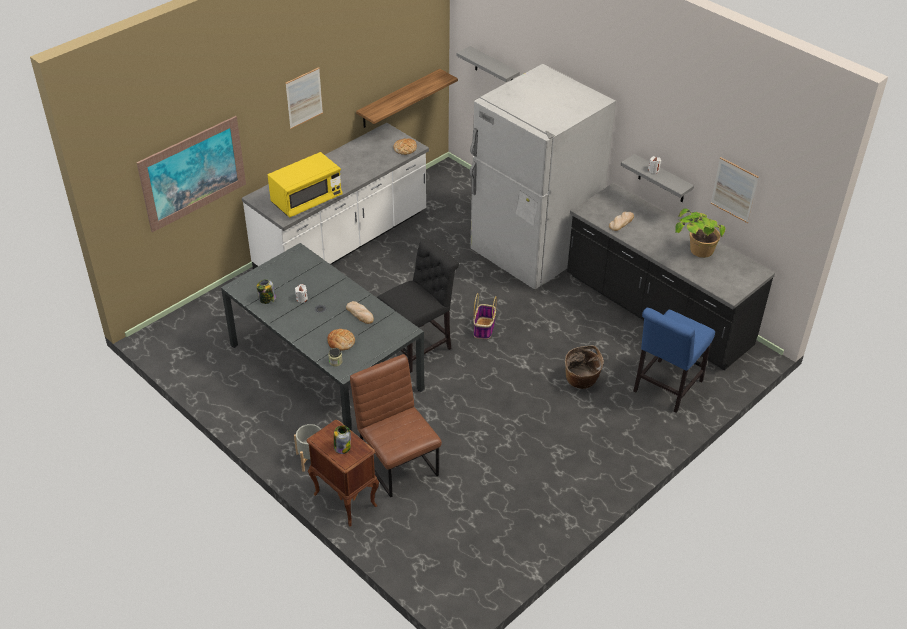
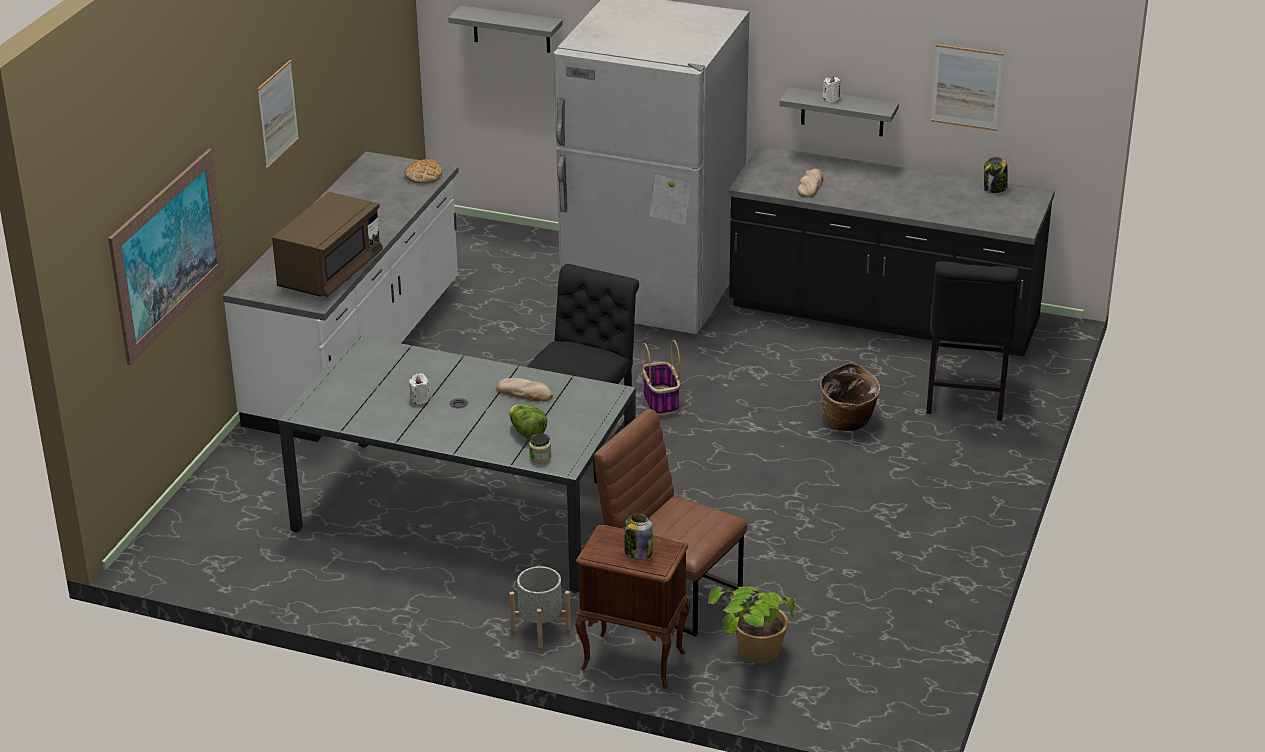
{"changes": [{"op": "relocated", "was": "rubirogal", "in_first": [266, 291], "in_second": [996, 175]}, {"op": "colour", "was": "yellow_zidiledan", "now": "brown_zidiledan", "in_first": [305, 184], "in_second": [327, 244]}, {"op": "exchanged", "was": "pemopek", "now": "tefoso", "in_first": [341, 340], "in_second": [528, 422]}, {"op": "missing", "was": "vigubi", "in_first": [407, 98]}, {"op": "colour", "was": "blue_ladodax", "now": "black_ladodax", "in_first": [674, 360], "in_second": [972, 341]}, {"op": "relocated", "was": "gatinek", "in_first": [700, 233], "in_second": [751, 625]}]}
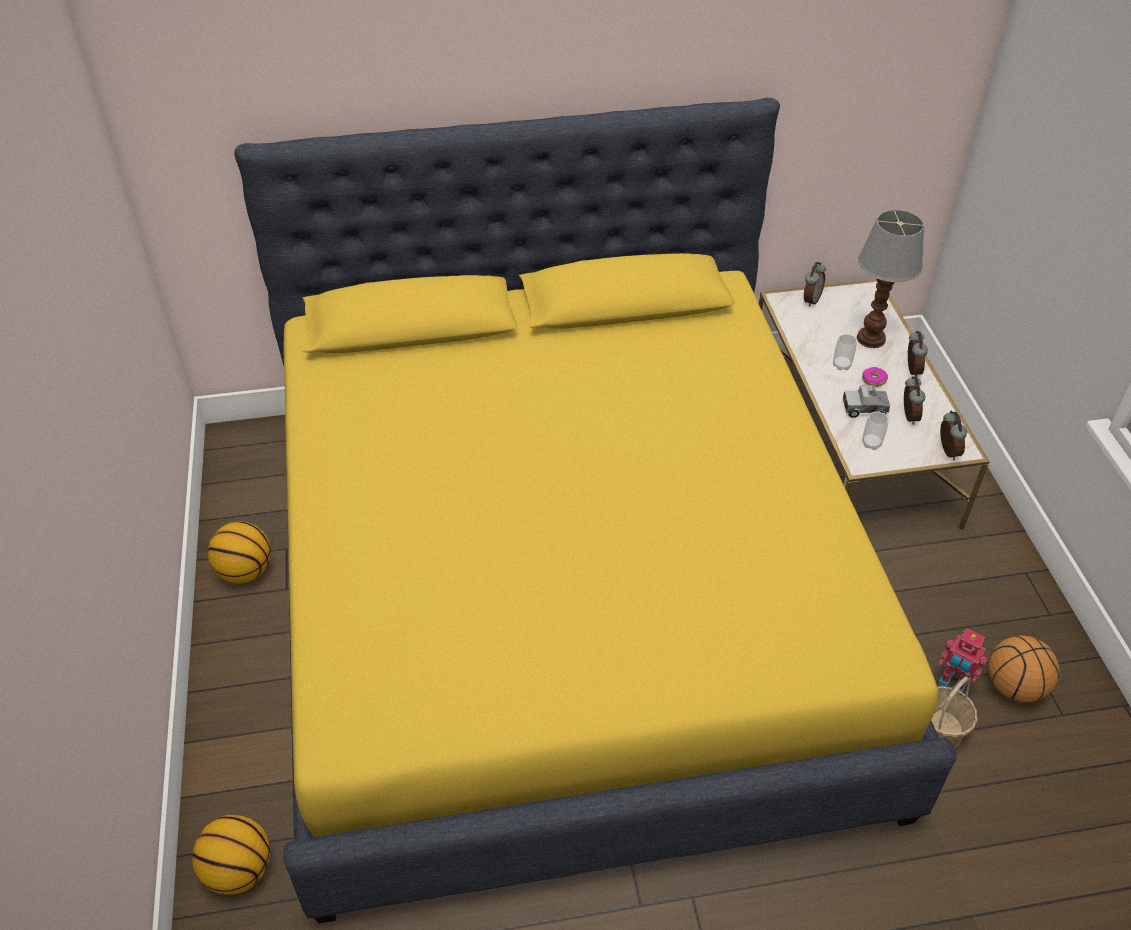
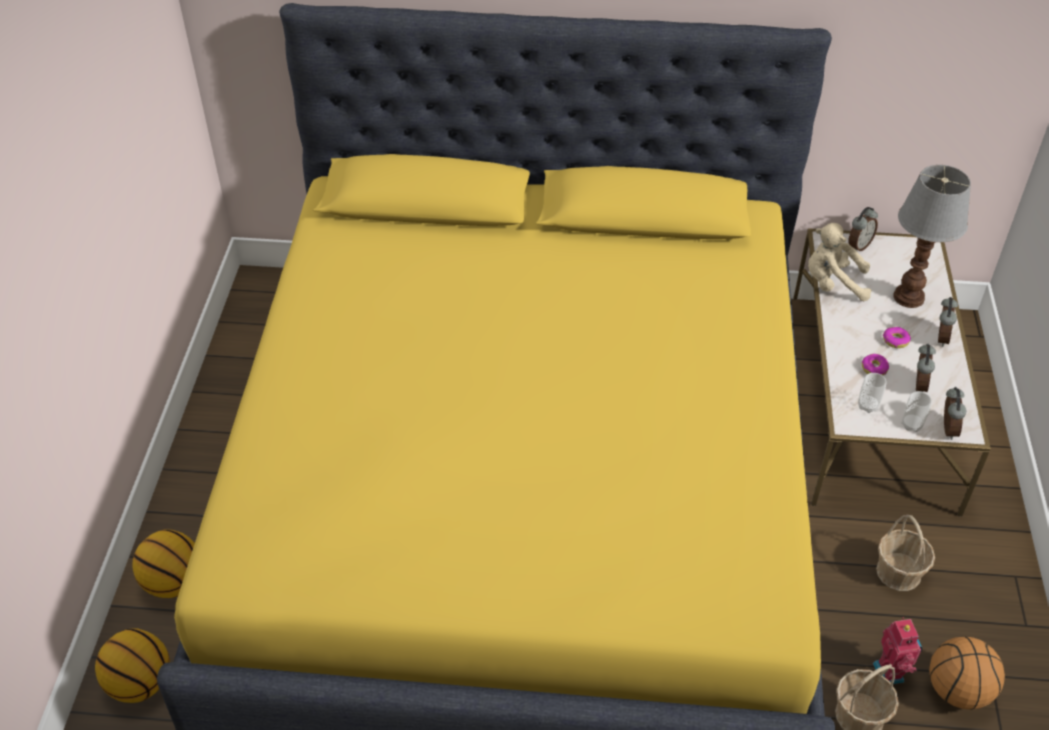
{"changes": [{"op": "relocated", "was": "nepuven", "in_first": [239, 552], "in_second": [163, 564]}, {"op": "relocated", "was": "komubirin", "in_first": [845, 352], "in_second": [917, 411]}, {"op": "exchanged", "was": "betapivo", "now": "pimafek", "in_first": [866, 401], "in_second": [875, 364]}, {"op": "spun", "was": "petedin", "in_first": [962, 660], "in_second": [897, 650], "clockwise": -150}, {"op": "appeared", "now": "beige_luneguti", "in_second": [840, 262]}, {"op": "appeared", "now": "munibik", "in_second": [905, 553]}]}
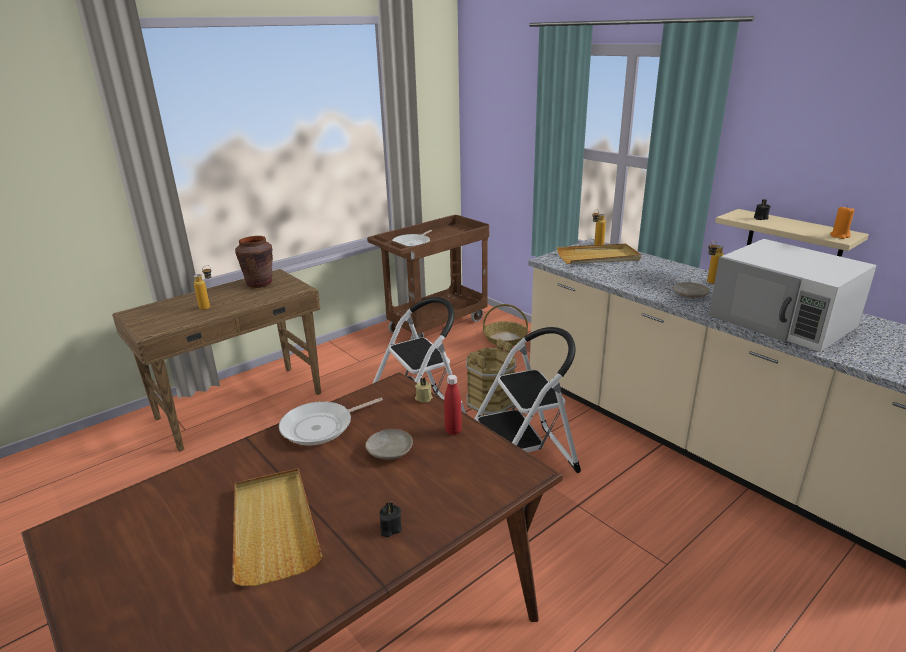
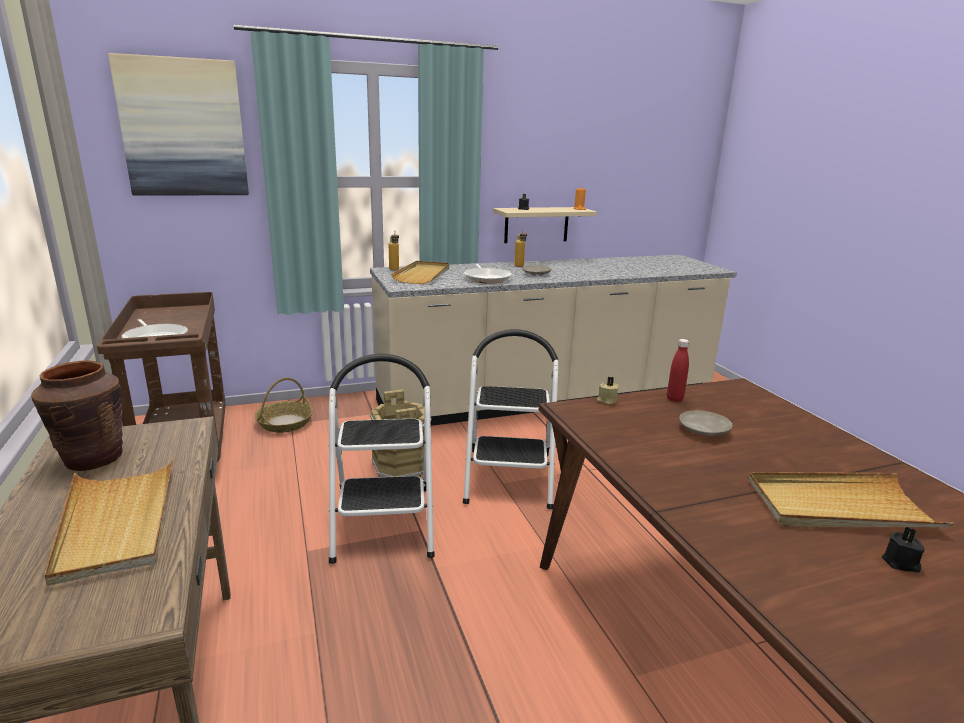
{"changes": [{"op": "exchanged", "was": "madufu", "now": "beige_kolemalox", "in_first": [202, 287], "in_second": [108, 522]}, {"op": "relocated", "was": "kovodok", "in_first": [331, 421], "in_second": [488, 273]}, {"op": "relocated", "was": "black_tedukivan", "in_first": [391, 519], "in_second": [903, 550]}, {"op": "missing", "was": "white_zidiledan", "in_first": [793, 295]}, {"op": "appeared", "now": "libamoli", "in_second": [178, 124]}]}
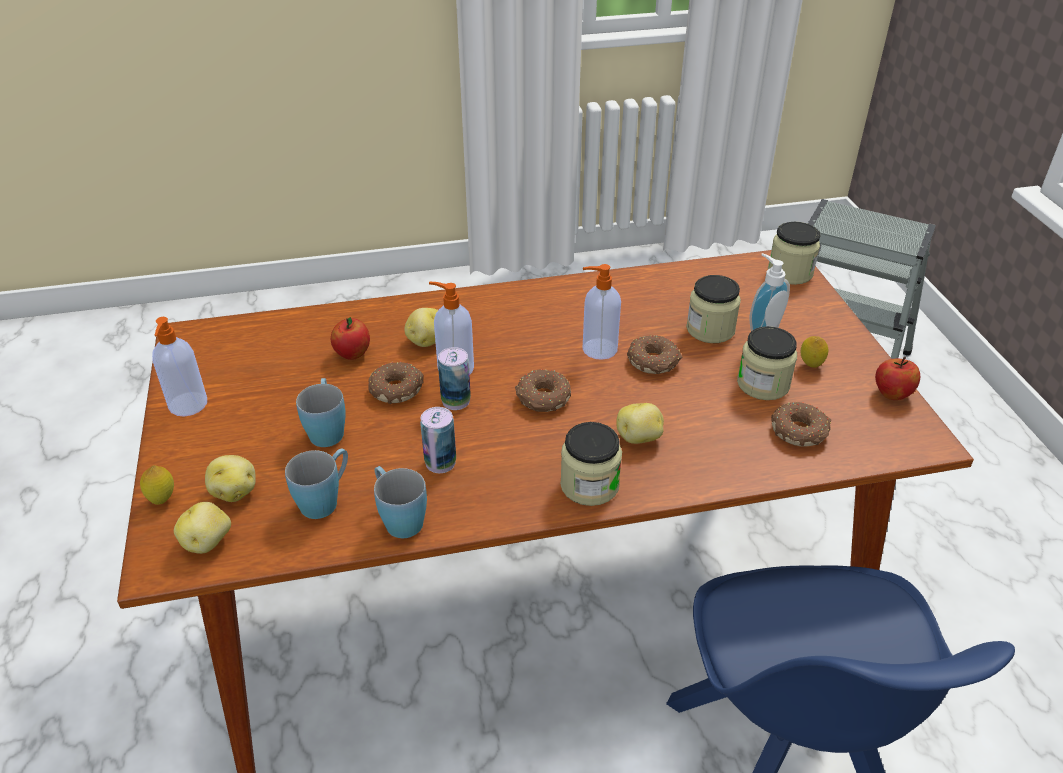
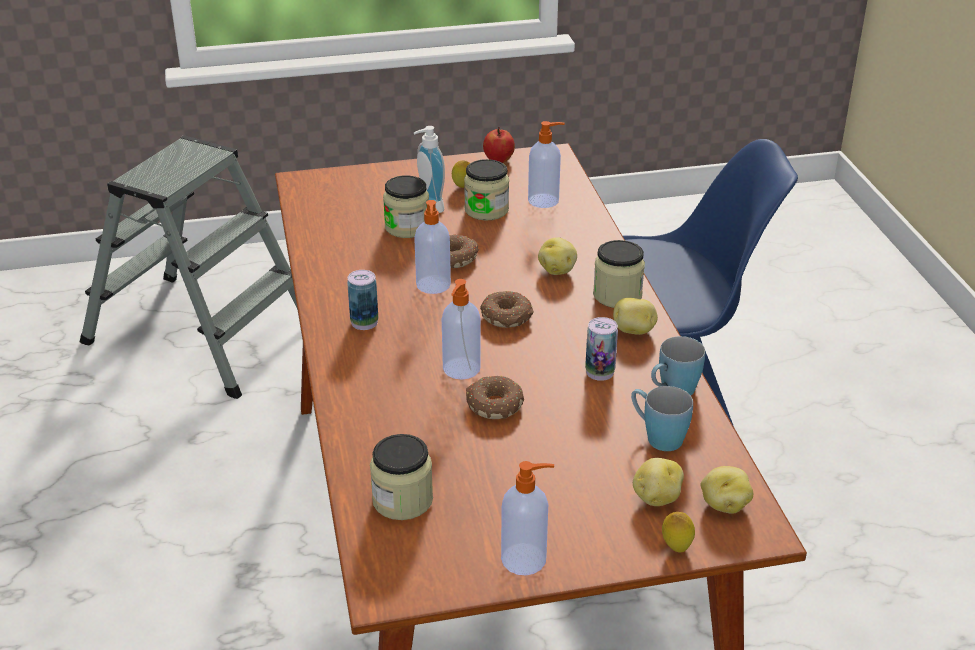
{"changes": [{"op": "missing", "was": "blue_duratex", "in_first": [321, 412]}, {"op": "missing", "was": "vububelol", "in_first": [350, 338]}, {"op": "relocated", "was": "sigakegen", "in_first": [421, 327], "in_second": [635, 316]}, {"op": "relocated", "was": "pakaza", "in_first": [454, 378], "in_second": [362, 300]}, {"op": "relocated", "was": "rubirogal", "in_first": [794, 253], "in_second": [401, 477]}, {"op": "exchanged", "was": "pimafek", "now": "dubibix", "in_first": [801, 424], "in_second": [546, 164]}]}
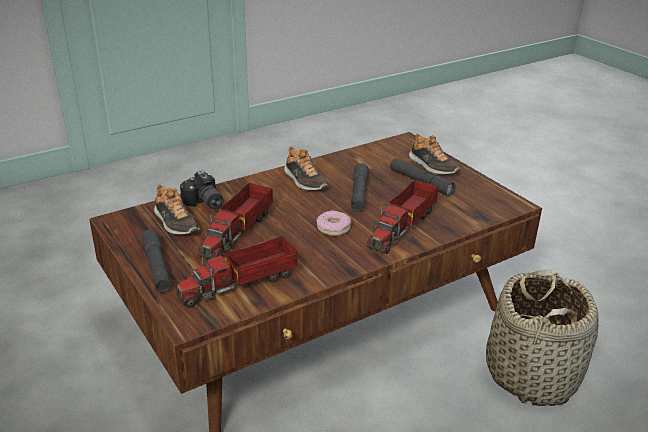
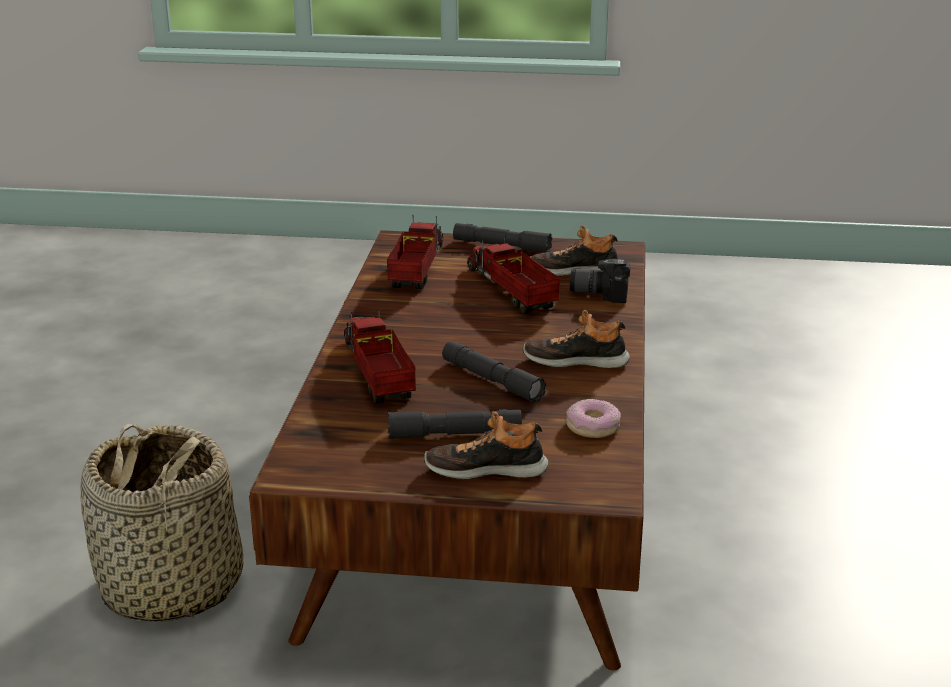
{"changes": [{"op": "relocated", "was": "pimafek", "in_first": [334, 223], "in_second": [593, 418]}]}
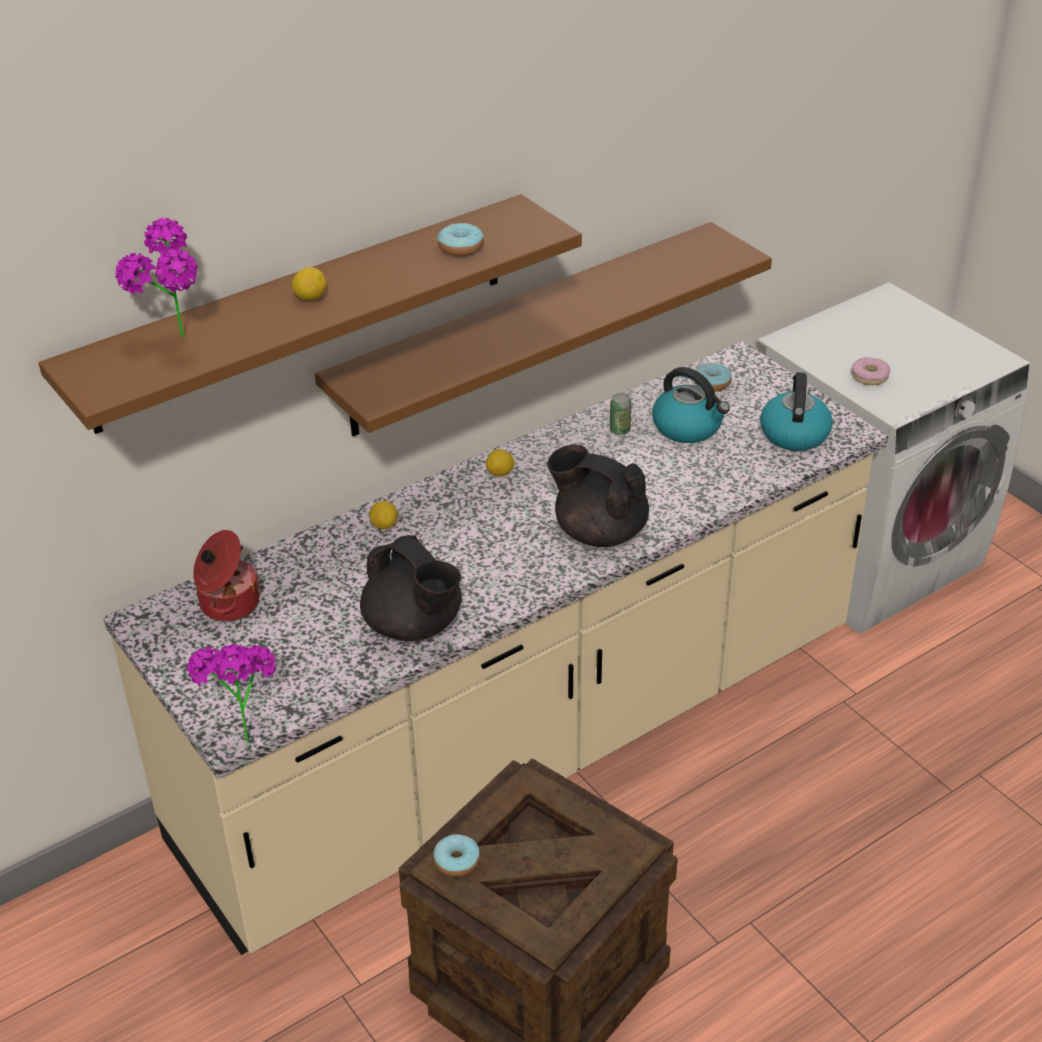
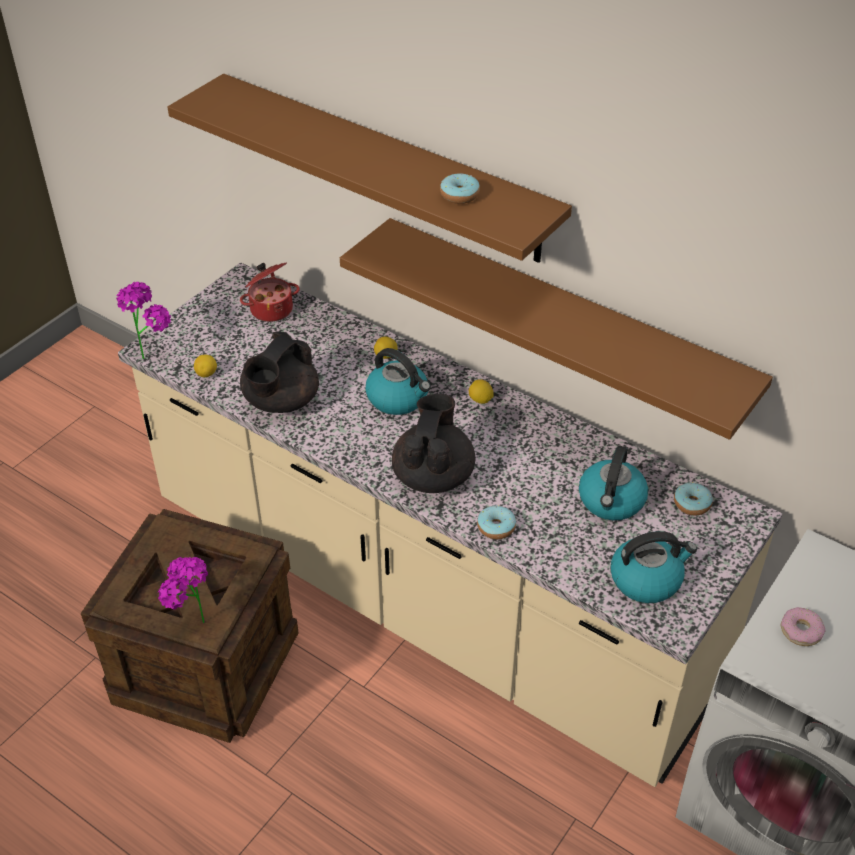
{"changes": [{"op": "relocated", "was": "gatinek", "in_first": [156, 277], "in_second": [183, 590]}, {"op": "relocated", "was": "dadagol", "in_first": [309, 283], "in_second": [205, 366]}, {"op": "relocated", "was": "pimafek", "in_first": [456, 855], "in_second": [496, 522]}, {"op": "missing", "was": "pakaza", "in_first": [621, 414]}, {"op": "appeared", "now": "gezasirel", "in_second": [398, 381]}]}
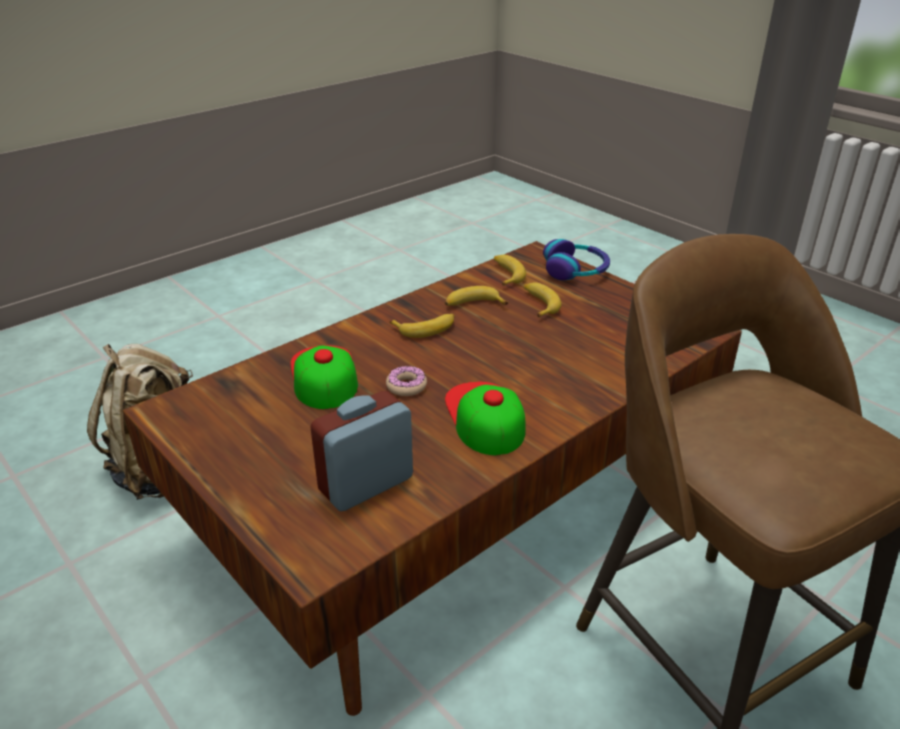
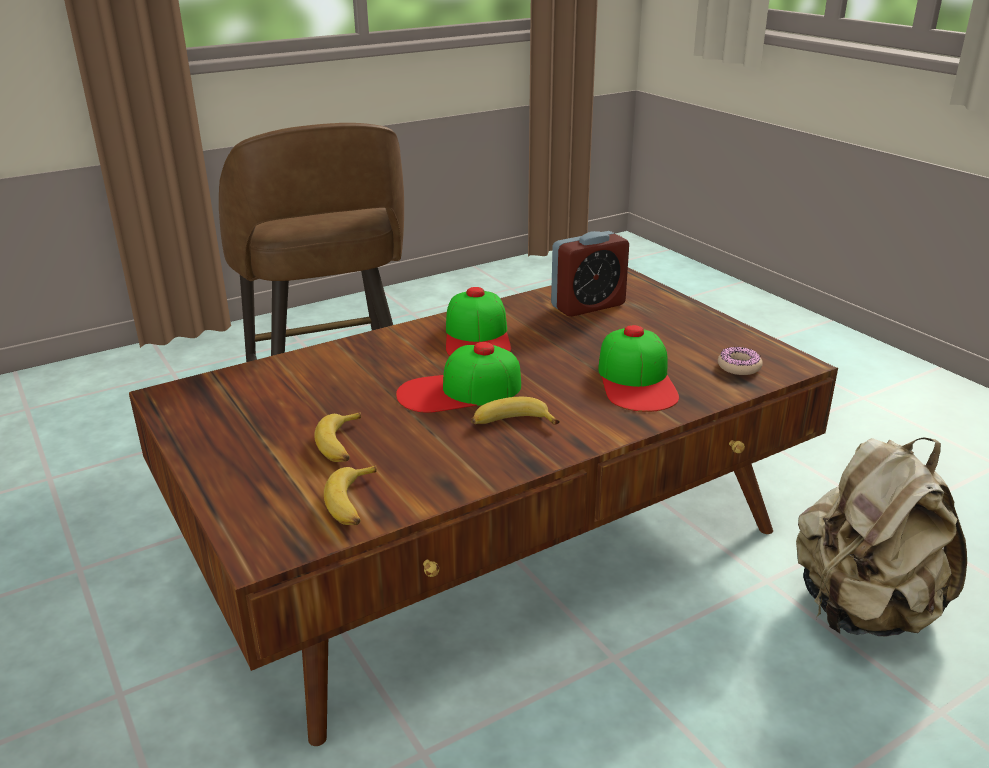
{"changes": [{"op": "relocated", "was": "pimafek", "in_first": [406, 381], "in_second": [740, 361]}, {"op": "missing", "was": "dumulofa", "in_first": [476, 296]}, {"op": "missing", "was": "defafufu", "in_first": [576, 259]}, {"op": "appeared", "now": "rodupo", "in_second": [458, 377]}]}
